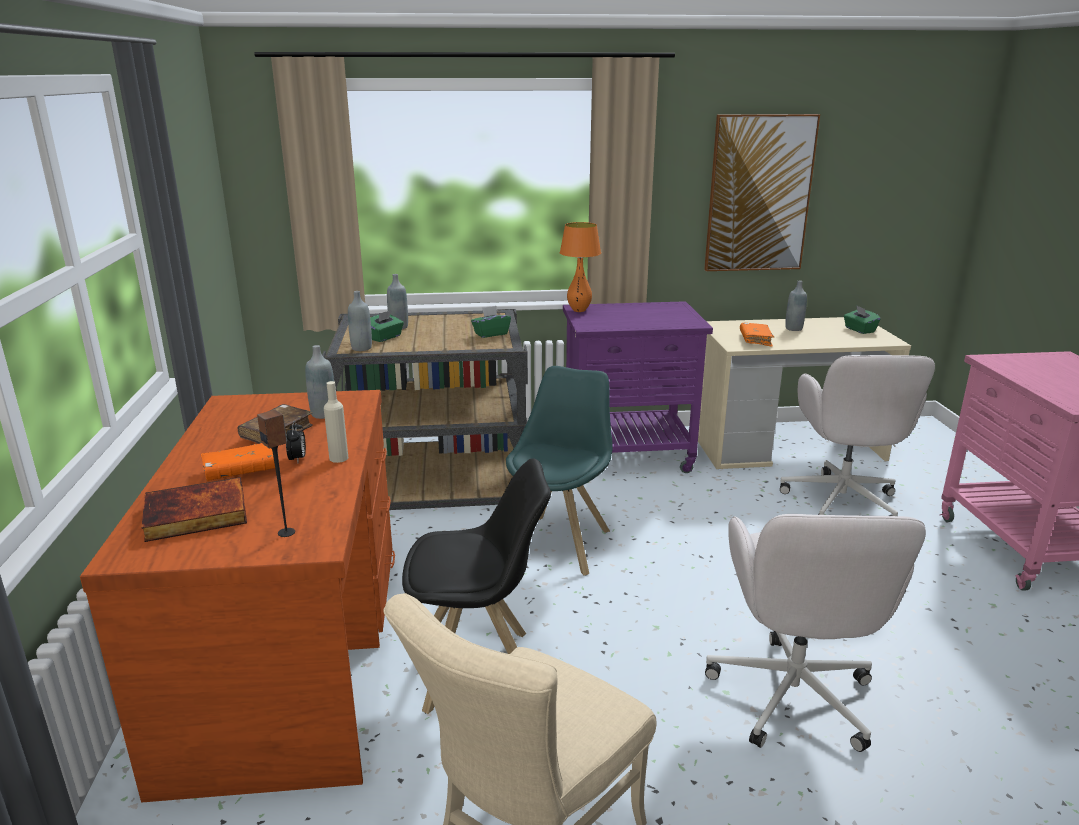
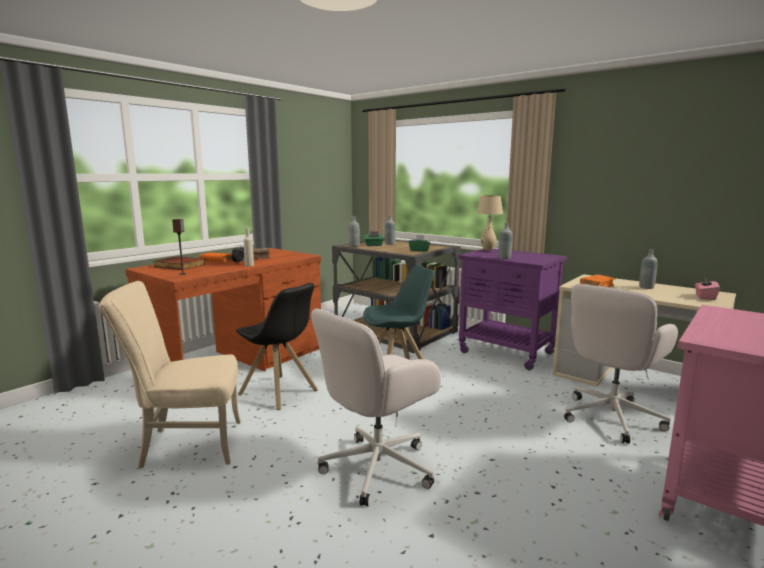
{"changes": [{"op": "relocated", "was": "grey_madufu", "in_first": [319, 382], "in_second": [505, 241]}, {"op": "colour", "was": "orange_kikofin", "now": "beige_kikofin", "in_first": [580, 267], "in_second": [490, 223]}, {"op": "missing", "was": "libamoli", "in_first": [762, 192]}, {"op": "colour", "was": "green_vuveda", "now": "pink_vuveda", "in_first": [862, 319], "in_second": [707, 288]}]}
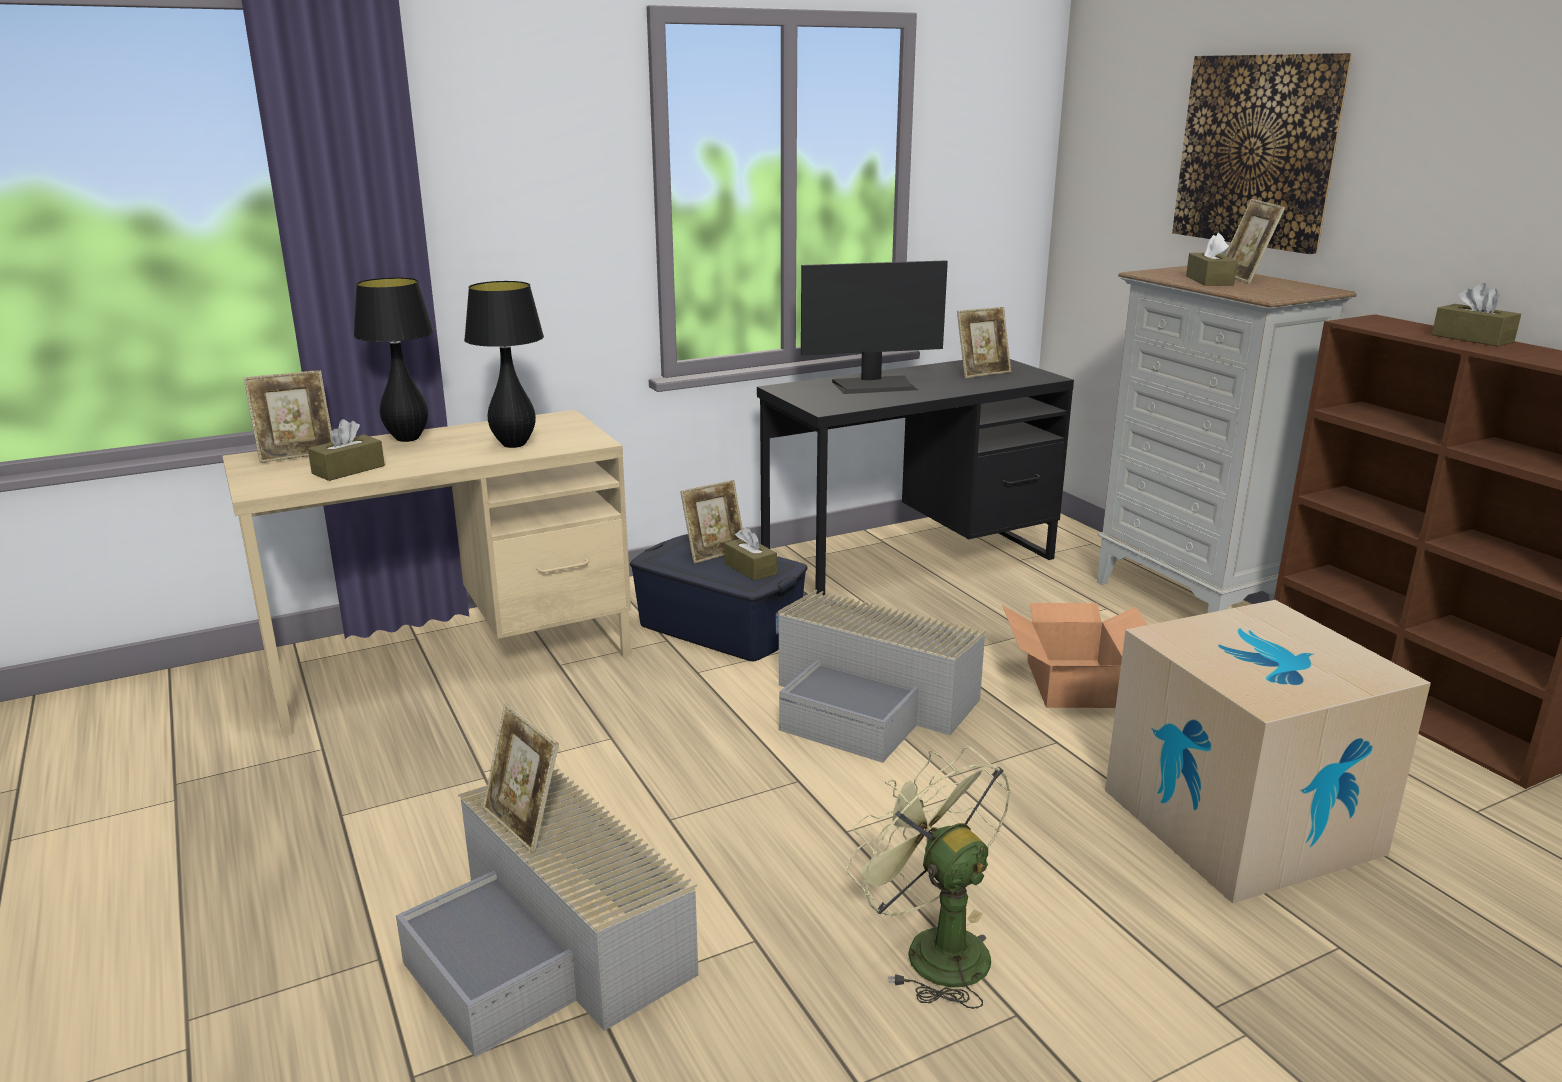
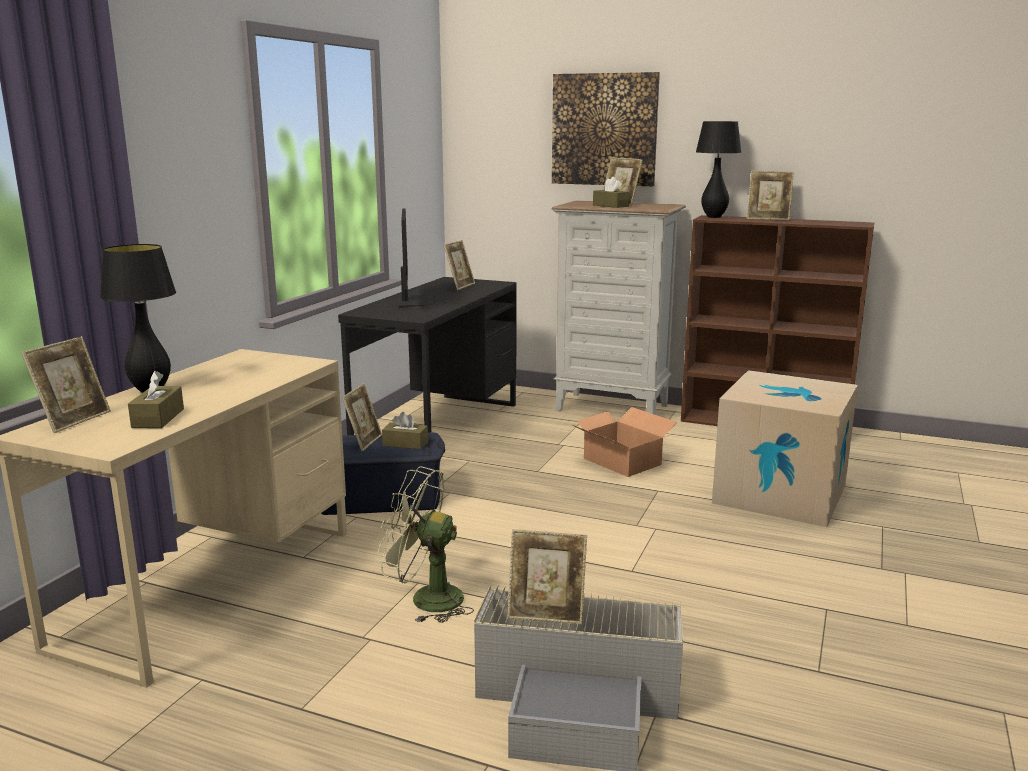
{"changes": [{"op": "relocated", "was": "black_kikofin", "in_first": [504, 364], "in_second": [718, 169]}, {"op": "missing", "was": "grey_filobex", "in_first": [882, 676]}, {"op": "spun", "was": "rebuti", "in_first": [874, 327], "in_second": [416, 258], "clockwise": -45}, {"op": "relocated", "was": "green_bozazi", "in_first": [928, 877], "in_second": [425, 544]}, {"op": "exchanged", "was": "brown_vuveda", "now": "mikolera", "in_first": [1476, 314], "in_second": [770, 196]}]}
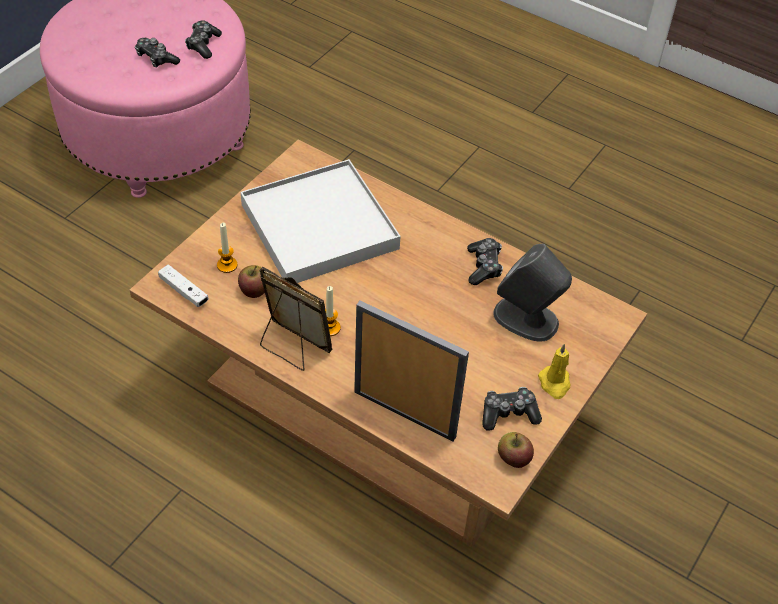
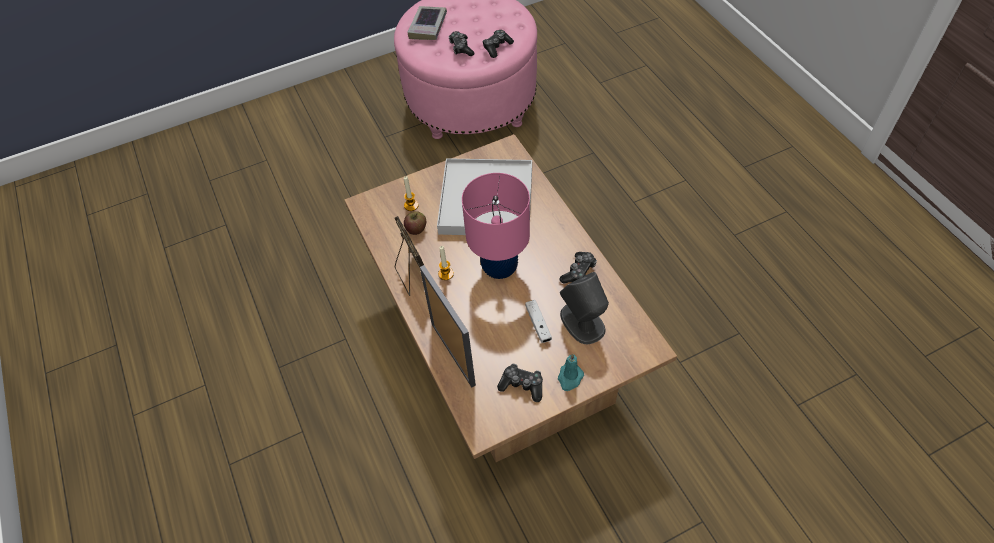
{"changes": [{"op": "relocated", "was": "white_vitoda", "in_first": [183, 286], "in_second": [538, 321]}, {"op": "missing", "was": "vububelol", "in_first": [516, 450]}, {"op": "colour", "was": "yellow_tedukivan", "now": "turquoise_tedukivan", "in_first": [554, 371], "in_second": [571, 372]}, {"op": "appeared", "now": "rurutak", "in_second": [427, 23]}, {"op": "appeared", "now": "pink_kikofin", "in_second": [496, 226]}]}
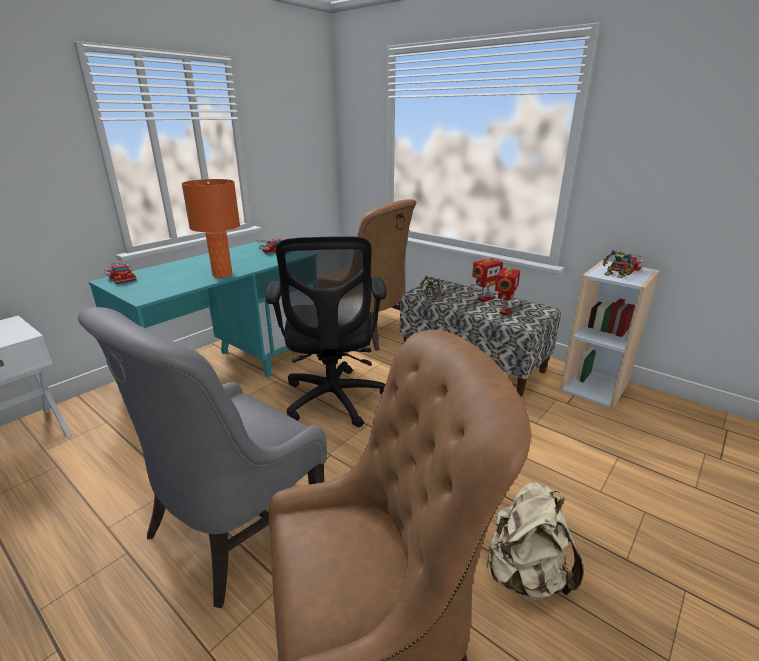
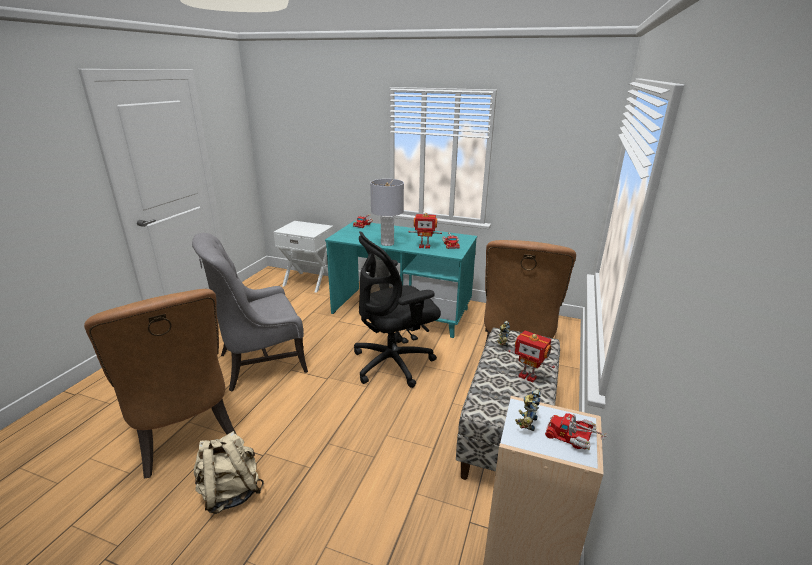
{"changes": [{"op": "spun", "was": "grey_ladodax", "in_first": [202, 457], "in_second": [250, 312], "clockwise": -45}, {"op": "colour", "was": "orange_kikofin", "now": "grey_kikofin", "in_first": [210, 228], "in_second": [387, 212]}, {"op": "relocated", "was": "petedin", "in_first": [507, 291], "in_second": [425, 231]}]}
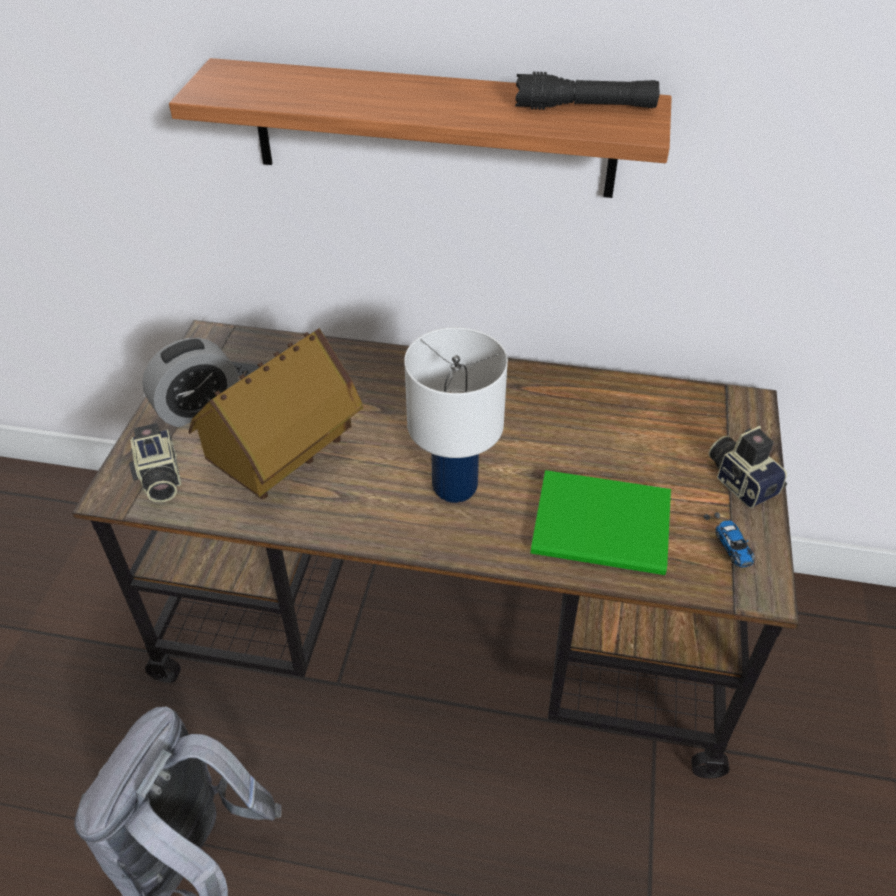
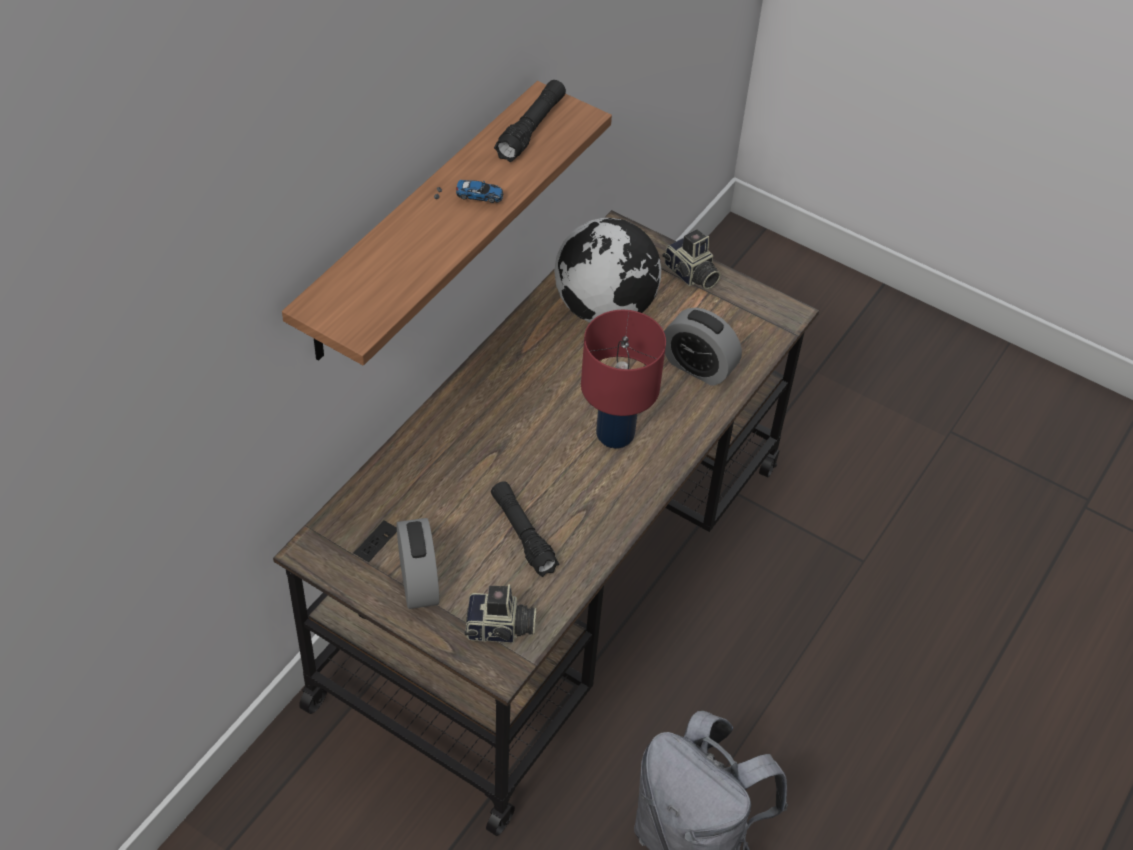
{"changes": [{"op": "exchanged", "was": "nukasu", "now": "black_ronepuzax", "in_first": [276, 413], "in_second": [525, 529]}, {"op": "colour", "was": "white_kikofin", "now": "red_kikofin", "in_first": [456, 415], "in_second": [623, 379]}, {"op": "exchanged", "was": "green_rurutak", "now": "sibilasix", "in_first": [601, 522], "in_second": [703, 347]}, {"op": "relocated", "was": "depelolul", "in_first": [729, 540], "in_second": [468, 191]}, {"op": "spun", "was": "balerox", "in_first": [747, 467], "in_second": [692, 259], "clockwise": -120}, {"op": "appeared", "now": "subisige", "in_second": [607, 270]}]}
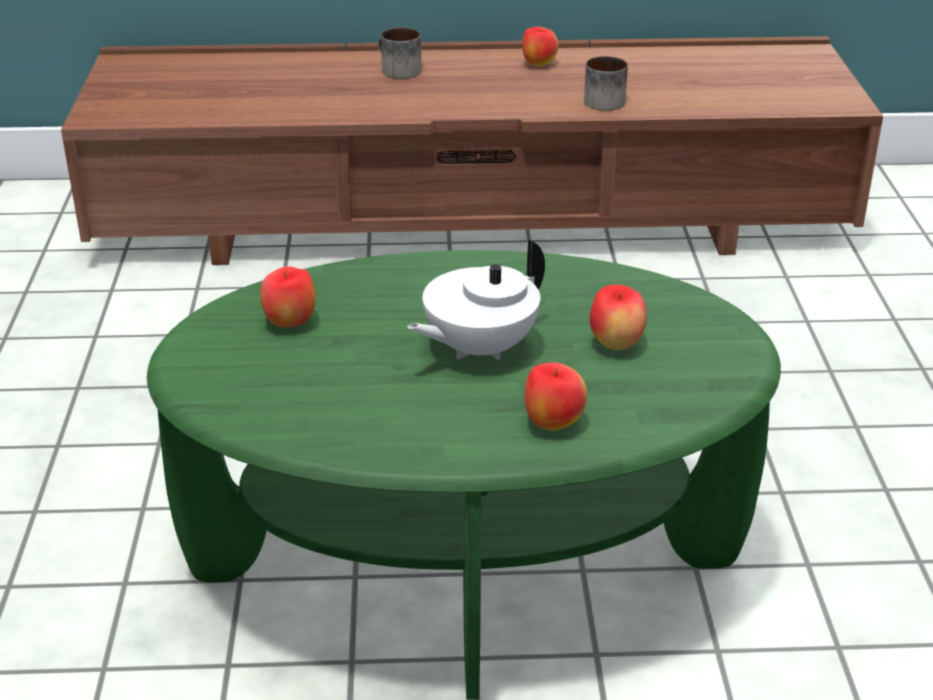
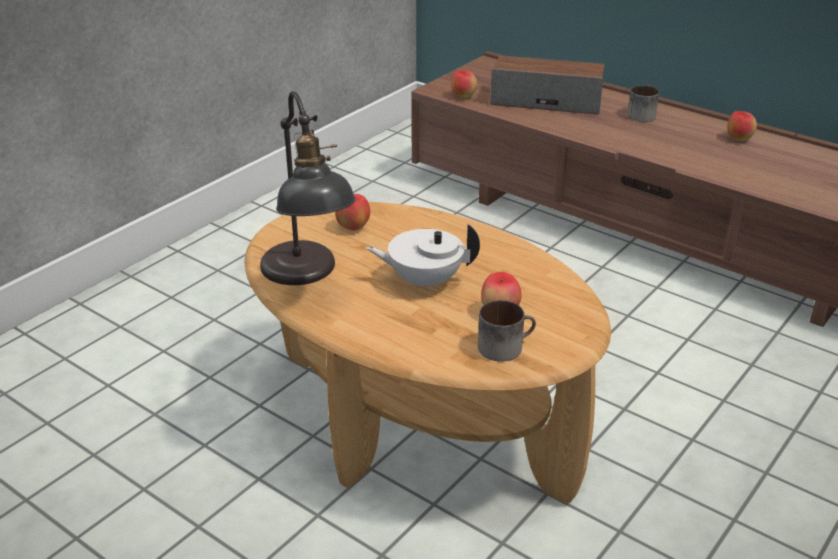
{"changes": [{"op": "colour", "was": "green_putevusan", "now": "brown_putevusan", "in_first": [464, 474], "in_second": [428, 352]}, {"op": "relocated", "was": "vububelol", "in_first": [555, 397], "in_second": [464, 84]}, {"op": "relocated", "was": "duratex", "in_first": [606, 83], "in_second": [507, 331]}, {"op": "appeared", "now": "grey_kikofin", "in_second": [308, 188]}, {"op": "appeared", "now": "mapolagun", "in_second": [547, 84]}]}
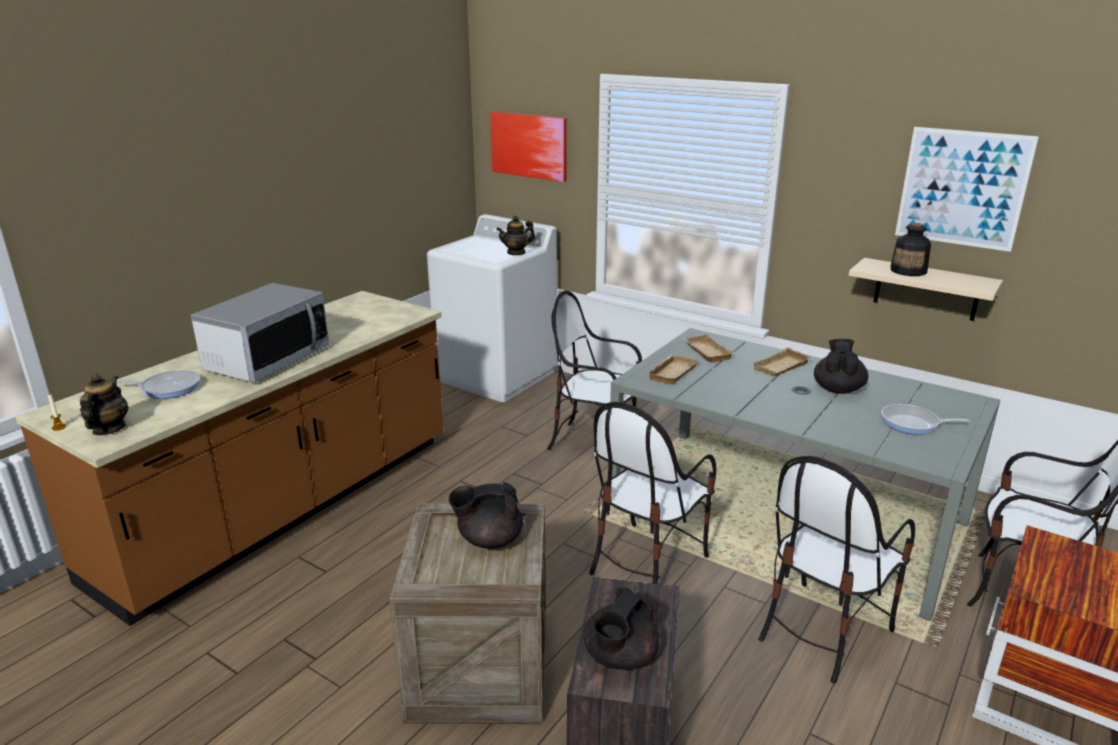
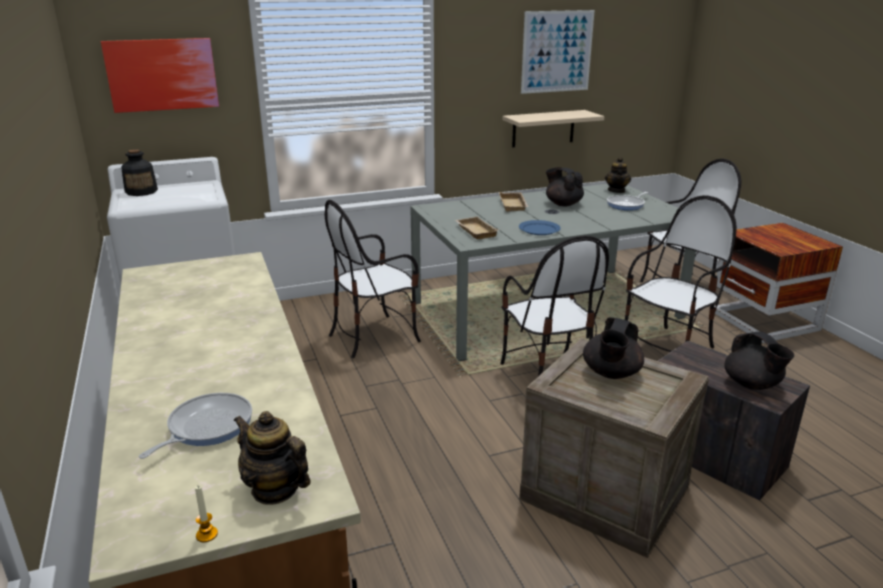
{"changes": [{"op": "missing", "was": "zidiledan", "in_first": [260, 333]}, {"op": "relocated", "was": "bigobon", "in_first": [516, 235], "in_second": [618, 175]}, {"op": "missing", "was": "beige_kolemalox", "in_first": [708, 348]}, {"op": "spun", "was": "ladodax", "in_first": [836, 569], "in_second": [681, 273], "clockwise": -120}, {"op": "relocated", "was": "madufu", "in_first": [910, 249], "in_second": [139, 172]}, {"op": "appeared", "now": "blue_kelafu", "in_second": [540, 227]}]}
